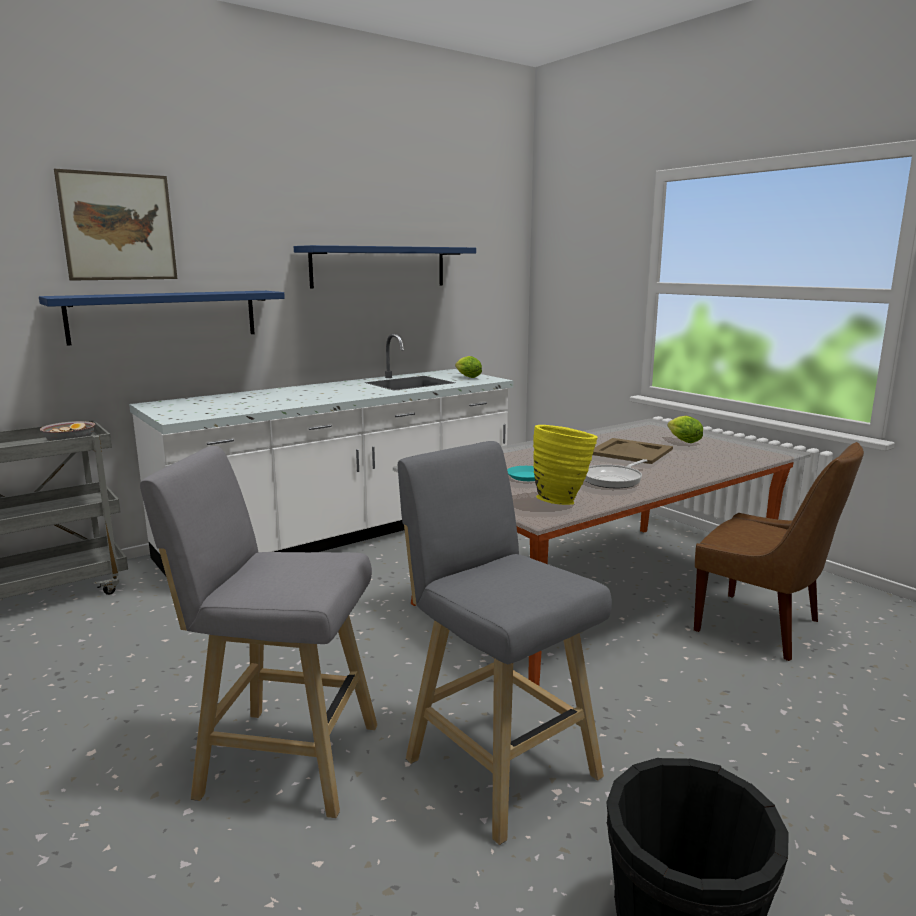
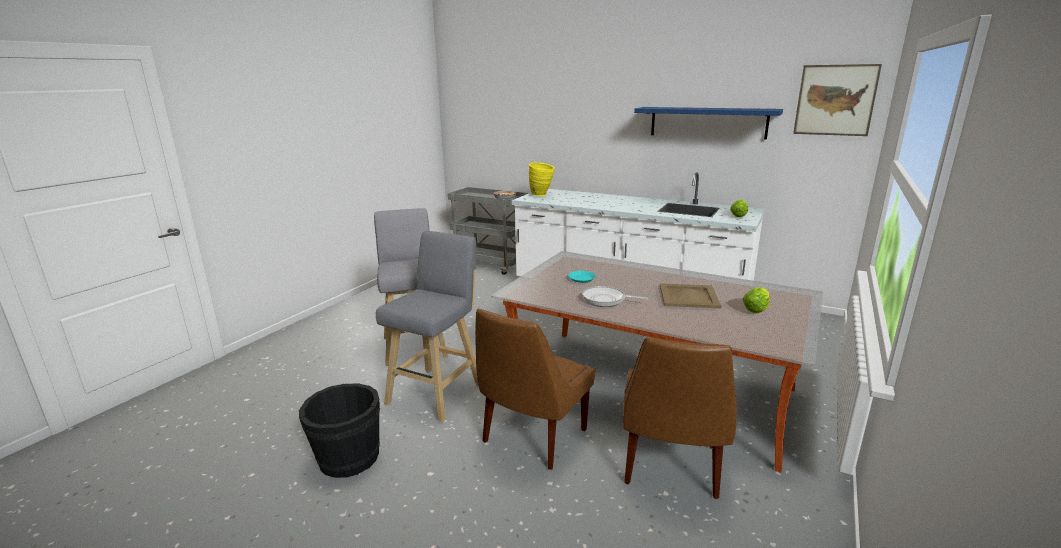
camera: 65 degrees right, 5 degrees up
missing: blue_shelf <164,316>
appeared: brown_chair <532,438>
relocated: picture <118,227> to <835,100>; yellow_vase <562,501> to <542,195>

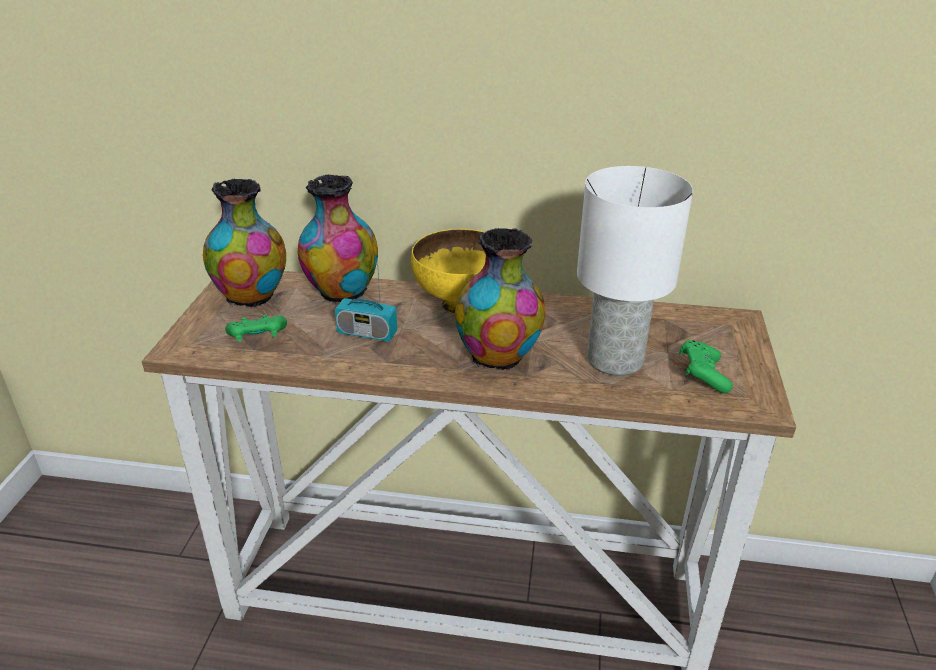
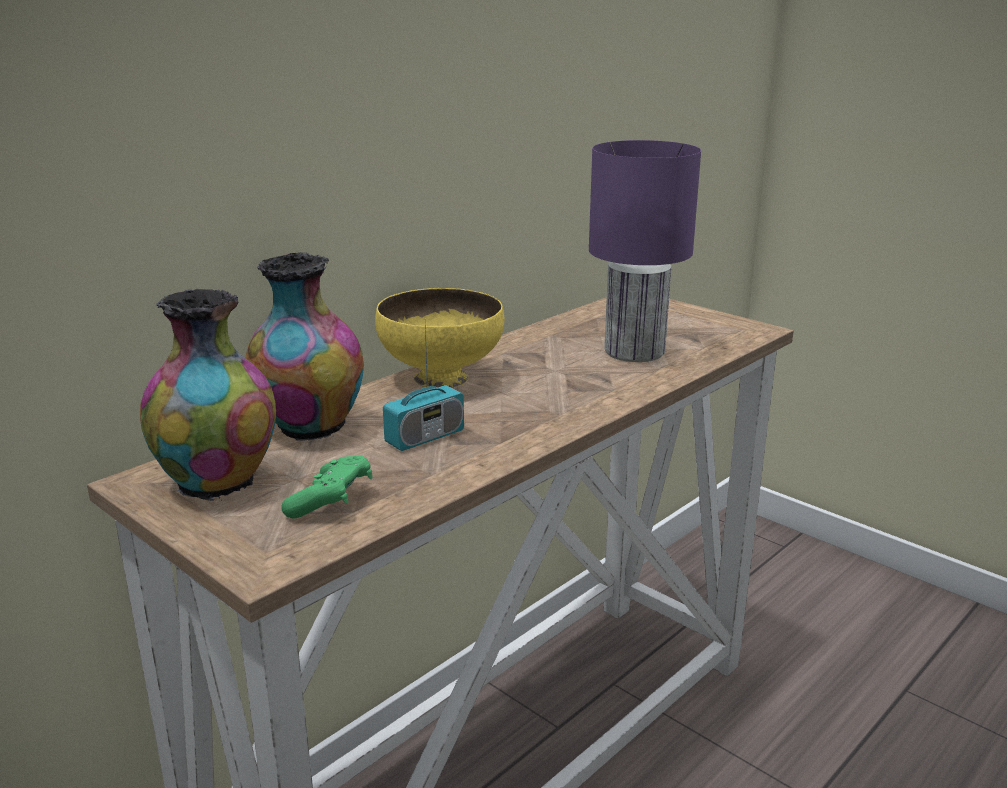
camera: 55 degrees left, 10 degrees down
missing: vase <499,357>; green_game_controller <702,375>
colour: white_table_lamp <613,359> to purple_table_lamp <632,351>

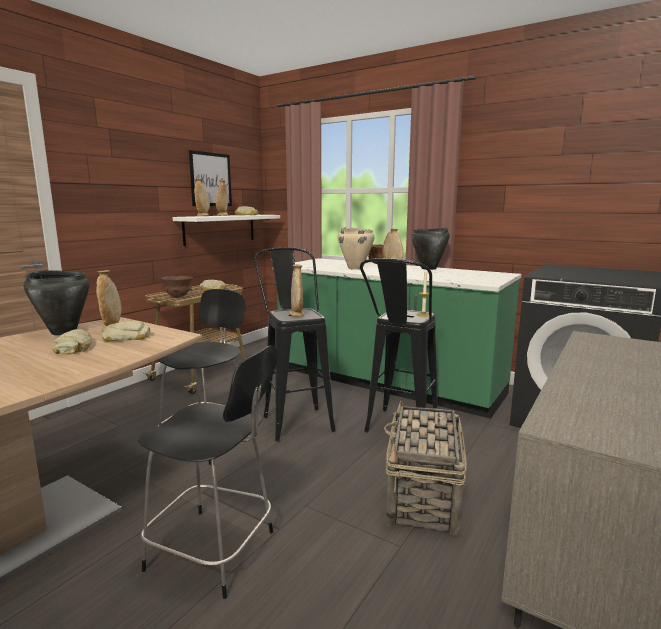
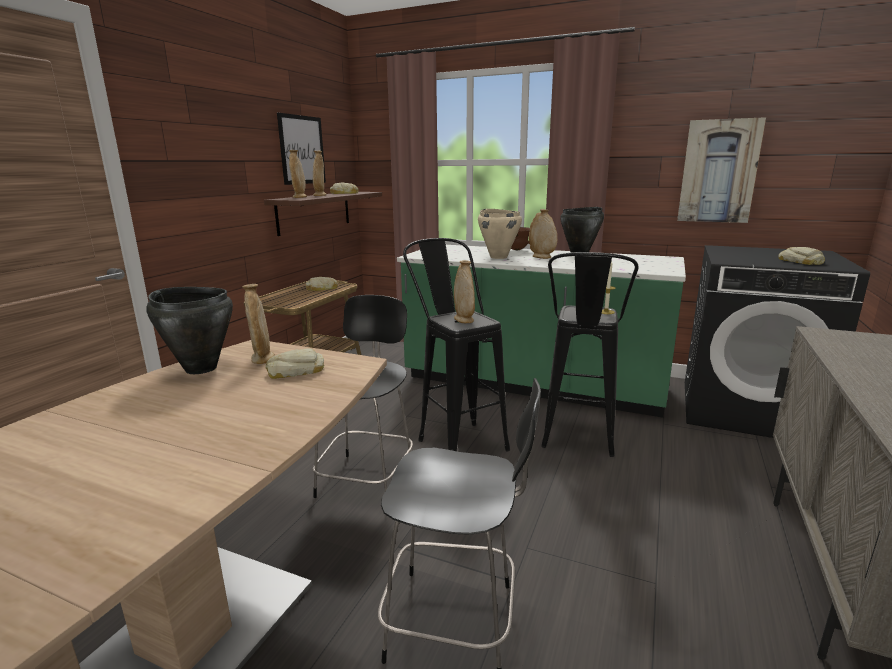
camera: 10 degrees left, 5 degrees up
missing: brown_bowl <178,297>; basket <423,496>
appeared: picture <718,171>
relocated: bread <75,348> to <800,261>
colour: white_shelf <220,229> to brown_shelf <314,212>

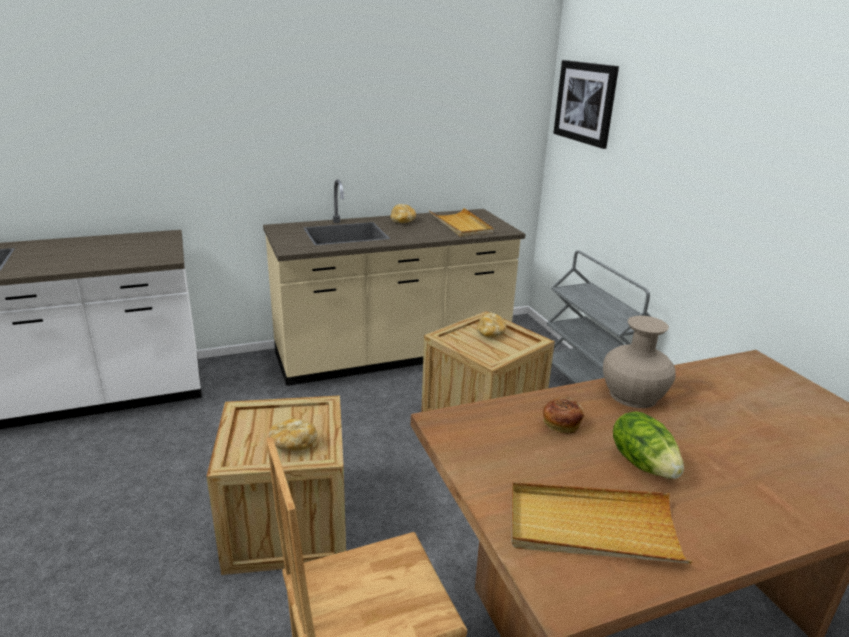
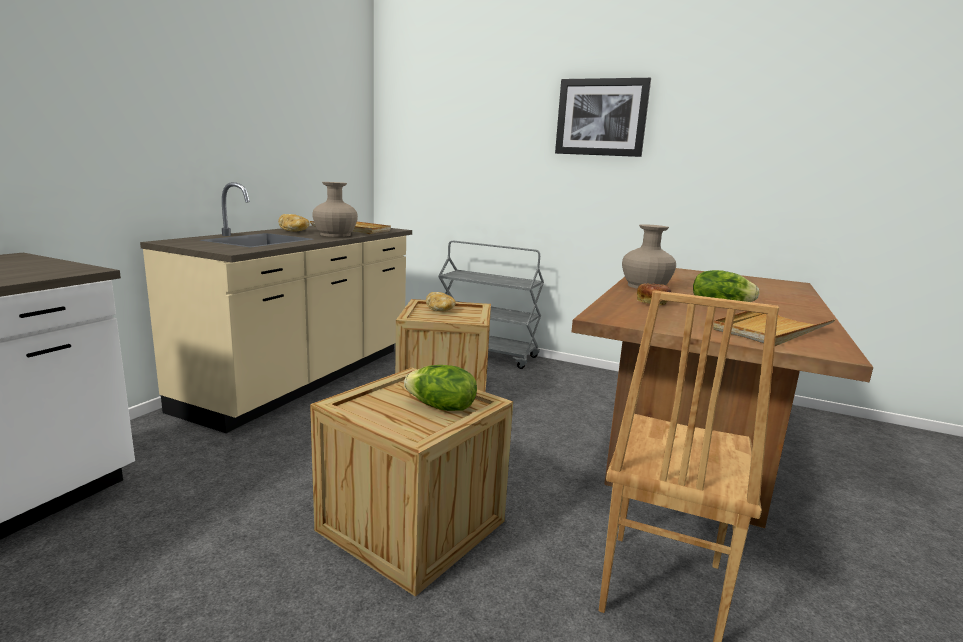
camera: 45 degrees left, 10 degrees down
appeared: beige_vase <335,234>
relocated: picture <585,102> to <601,117>
exchanged: bread <292,444> to lettuce <441,407>

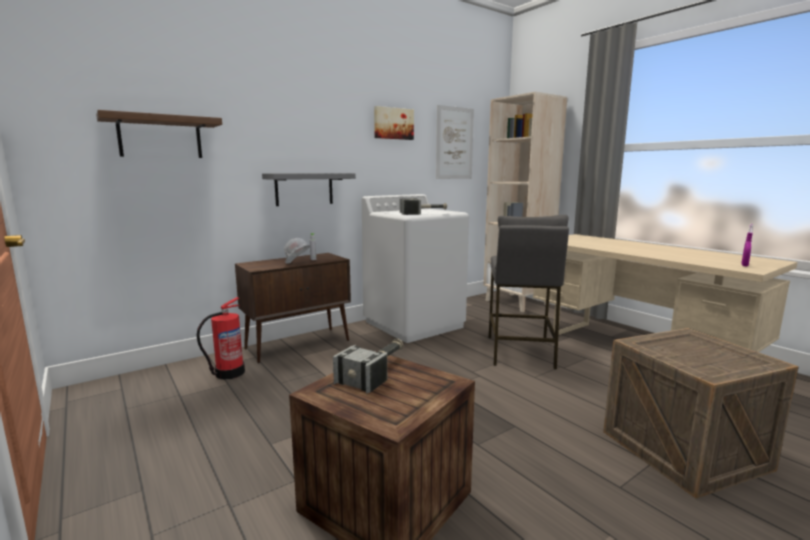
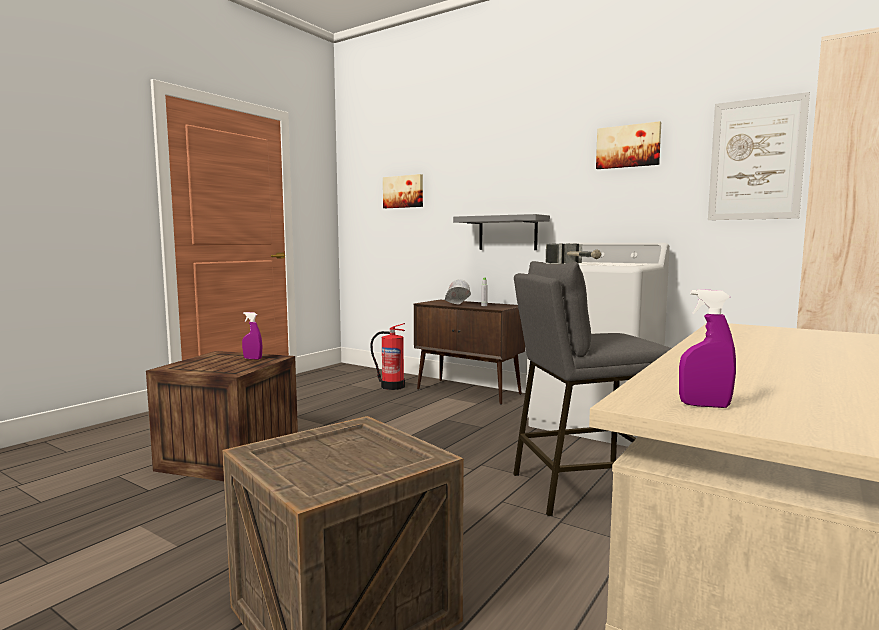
camera: 70 degrees right, 5 degrees down
exchanged: brown_shelf <160,137> to picture <403,191>; hammer <376,371> to purple_spray_bottle <252,358>

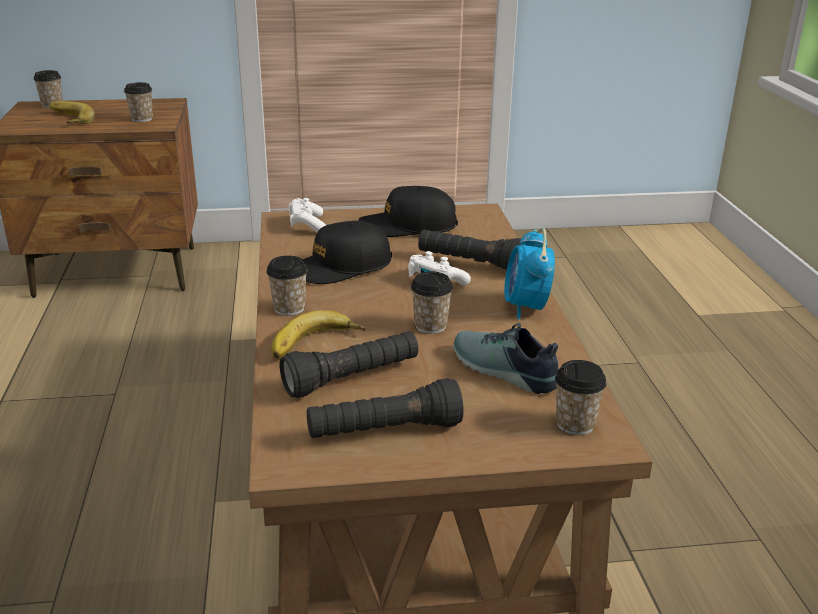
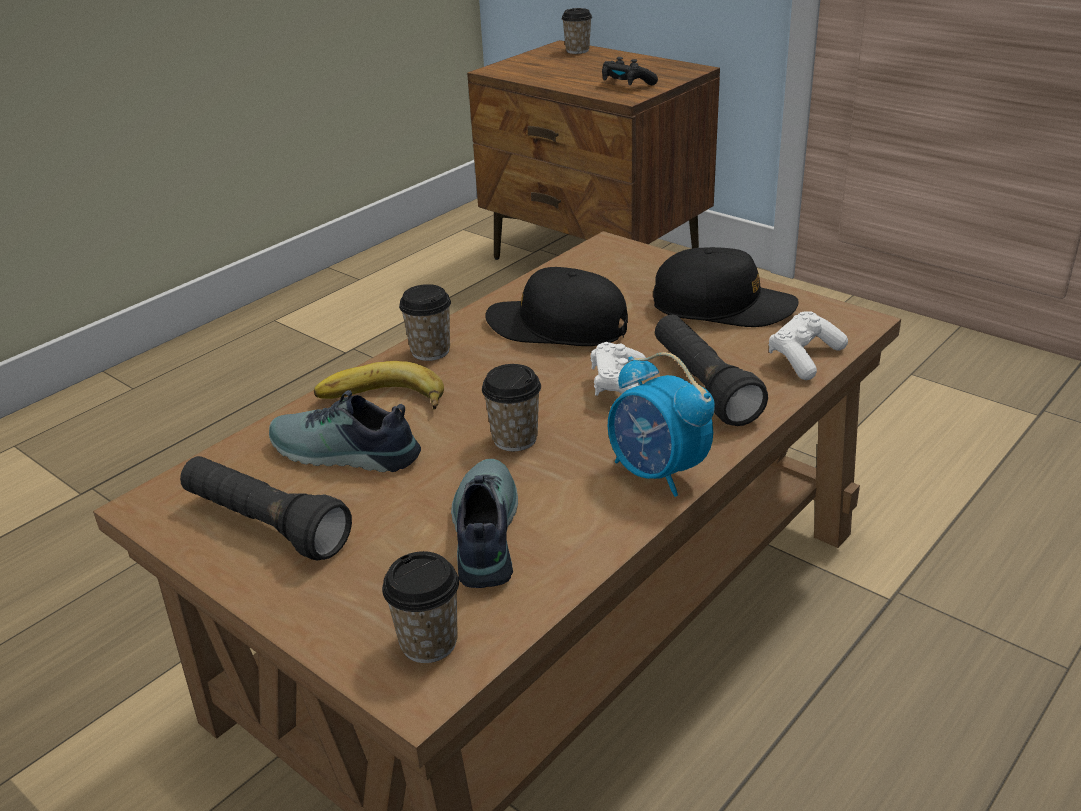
camera: 50 degrees right, 5 degrees up
missing: banana <67,119>
relocated: white_game_controller <307,225> to <804,358>
exchanged: cup <142,119> to black_game_controller <626,84>; black_flashlight <352,378> to shoe <343,454>
spun: black_cap <408,226> = <722,306> 150 degrees clockwise; alarm_clock <526,308> = <657,473> 90 degrees counterclockwise

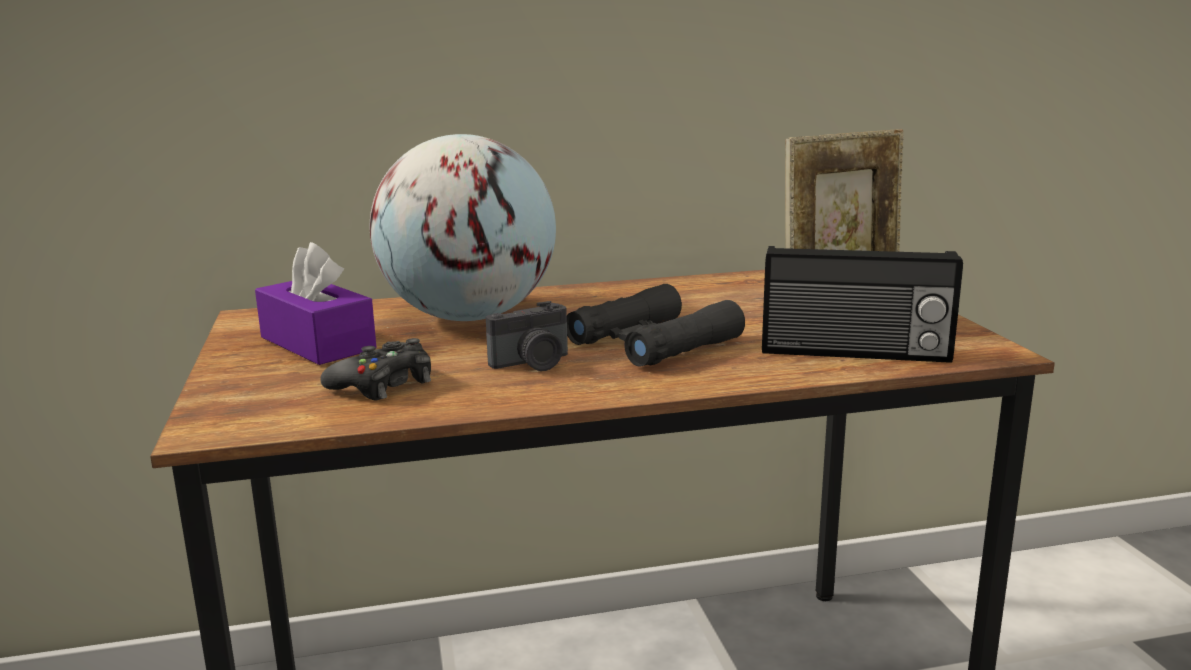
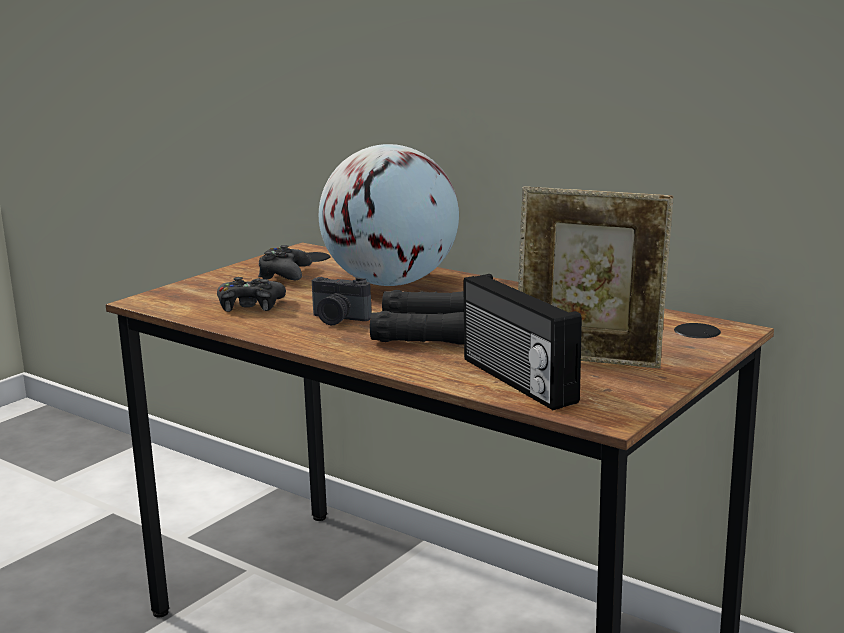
camera: 50 degrees right, 0 degrees up
exchanged: purple_tissue_box <317,343> to black_game_controller <284,274>

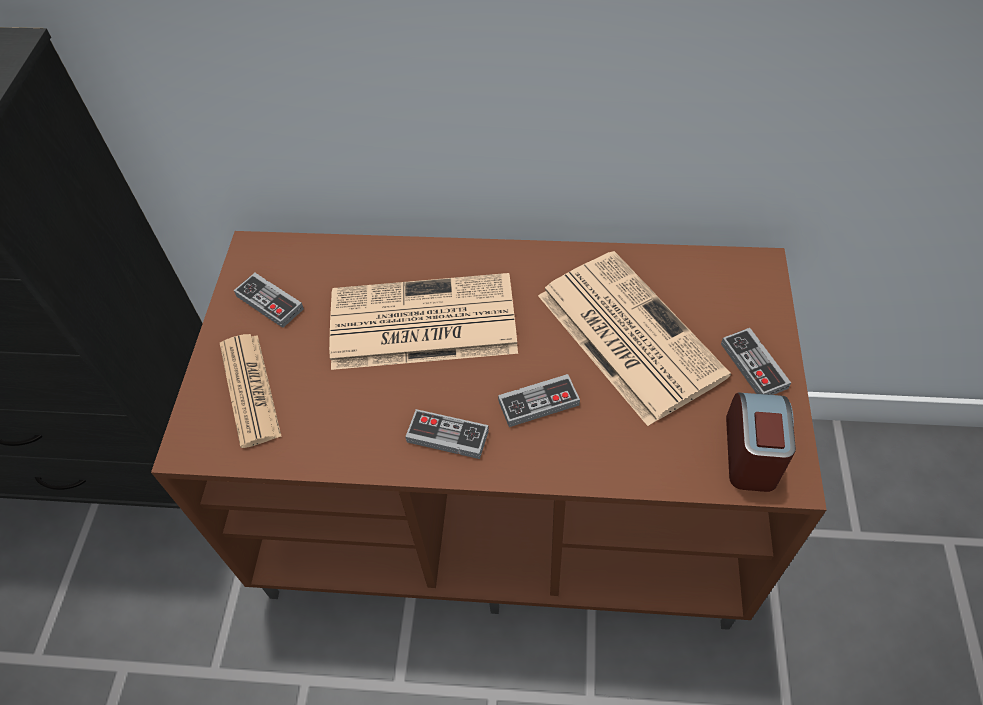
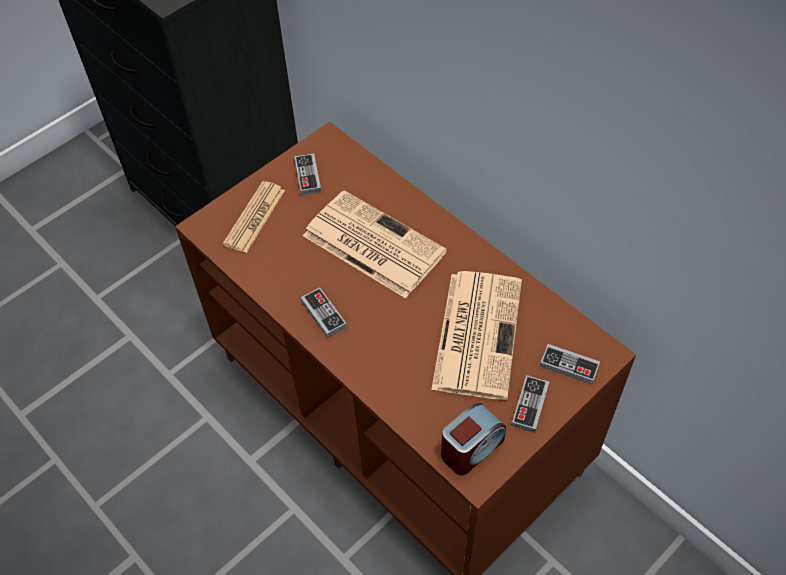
camera: 40 degrees right, 0 degrees up
relocated: game_controller <538,403> to <569,366>

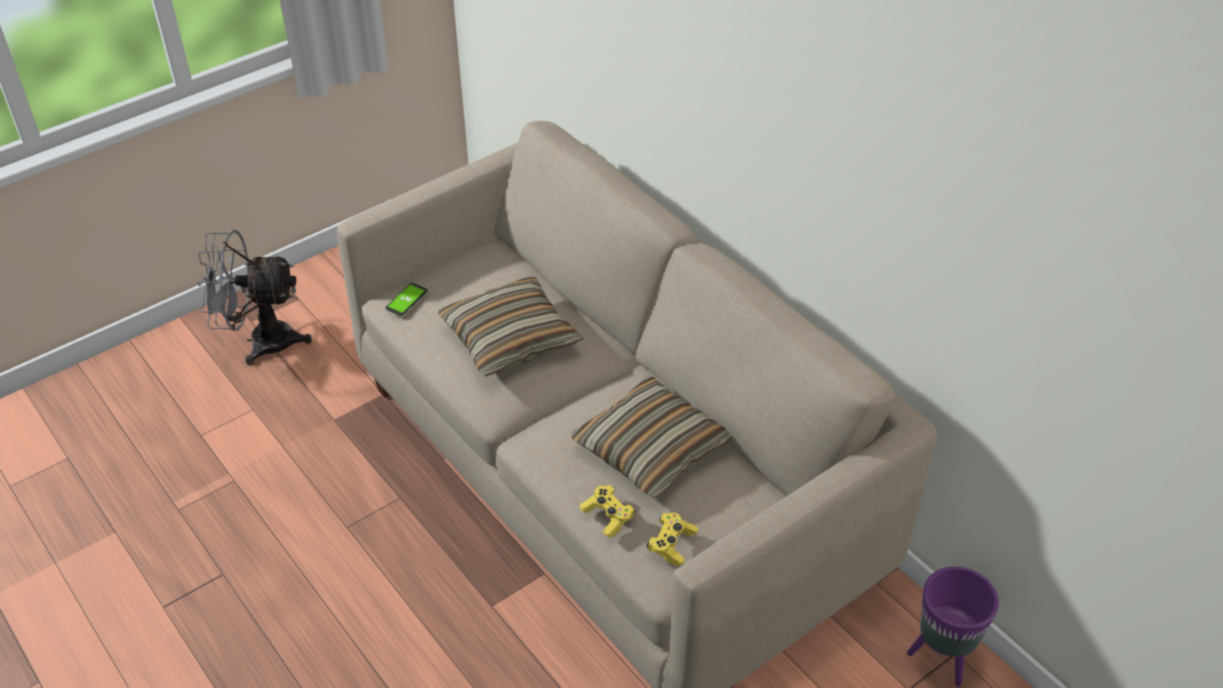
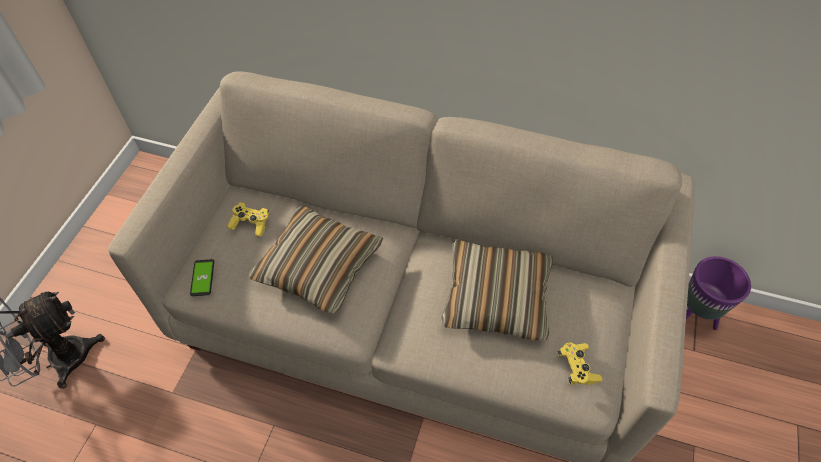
camera: 35 degrees left, 10 degrees up
relocated: yellow_game_controller <608,516> to <251,224>

